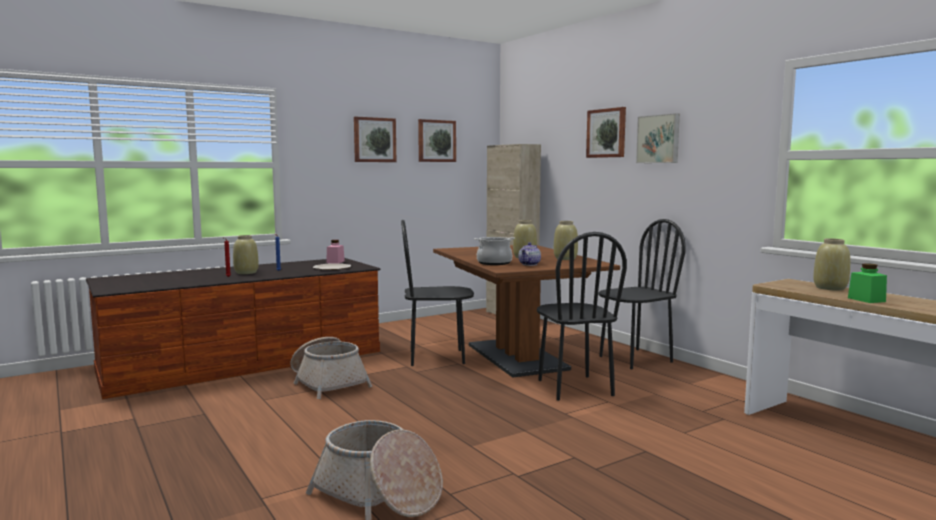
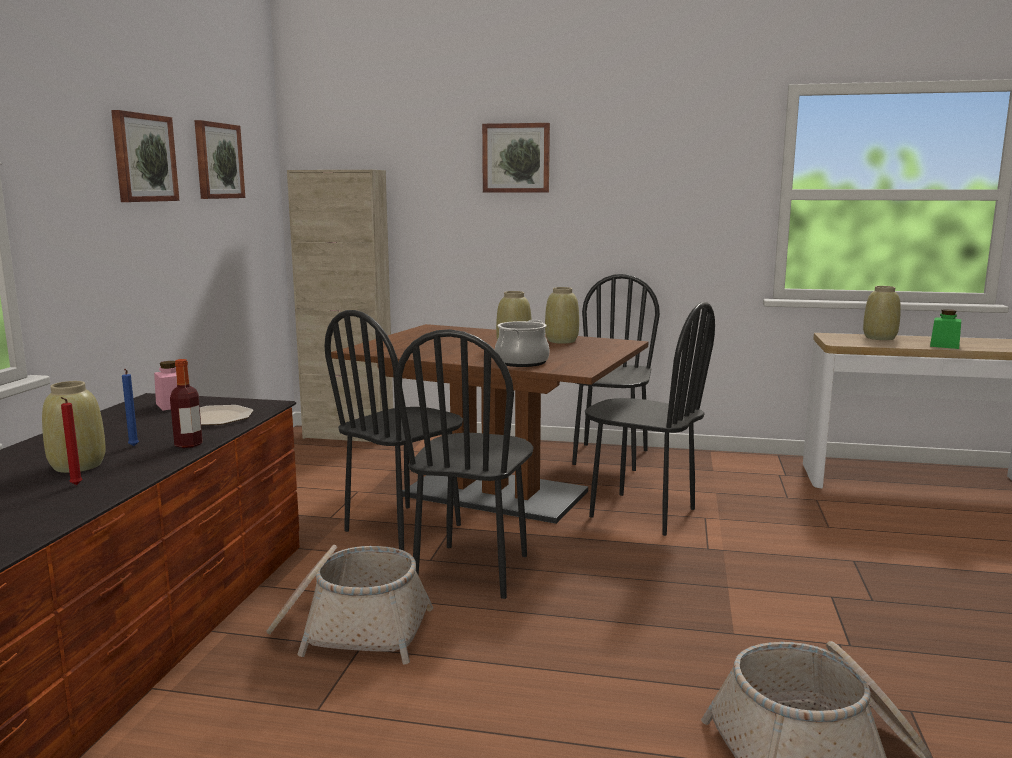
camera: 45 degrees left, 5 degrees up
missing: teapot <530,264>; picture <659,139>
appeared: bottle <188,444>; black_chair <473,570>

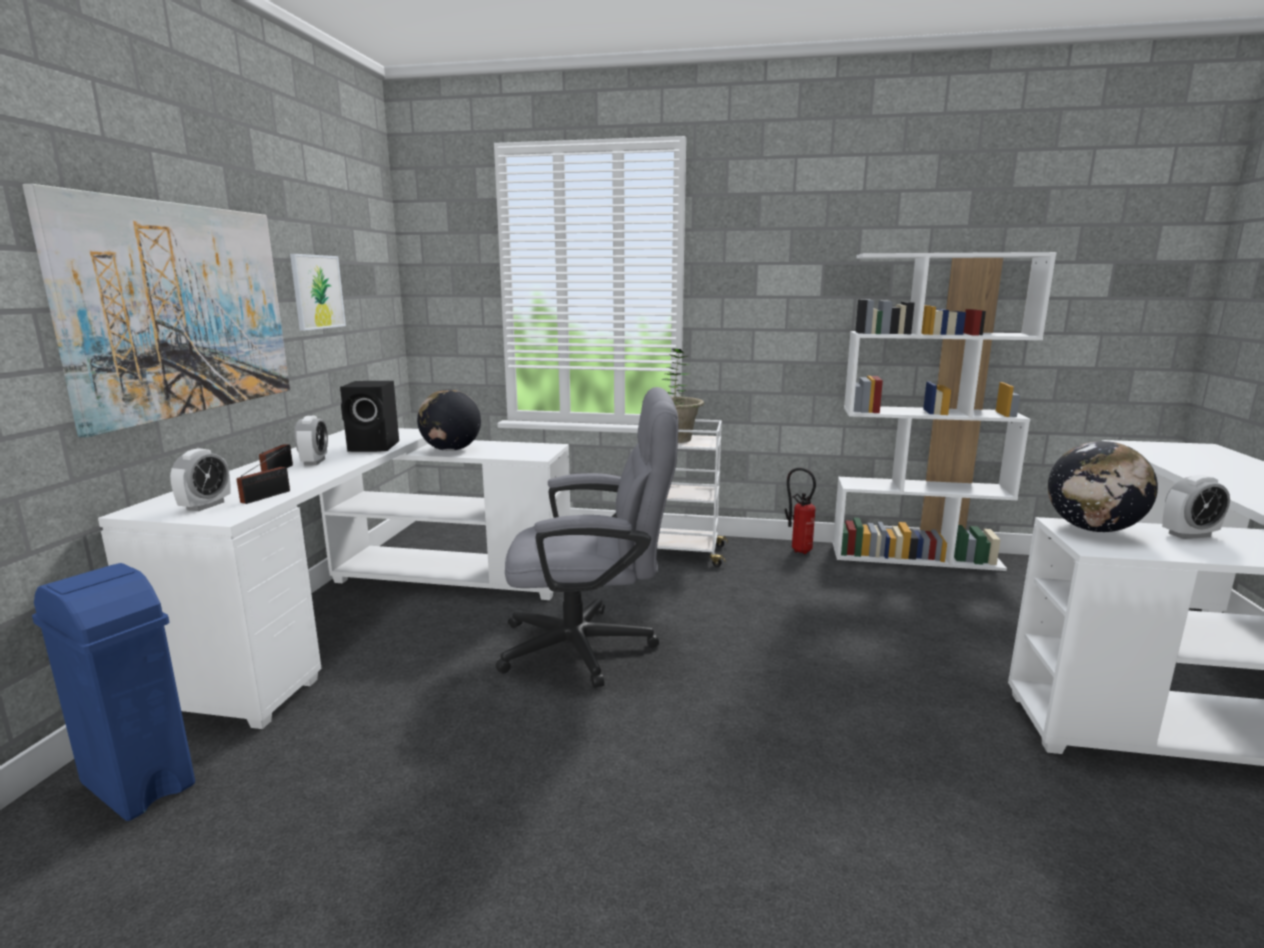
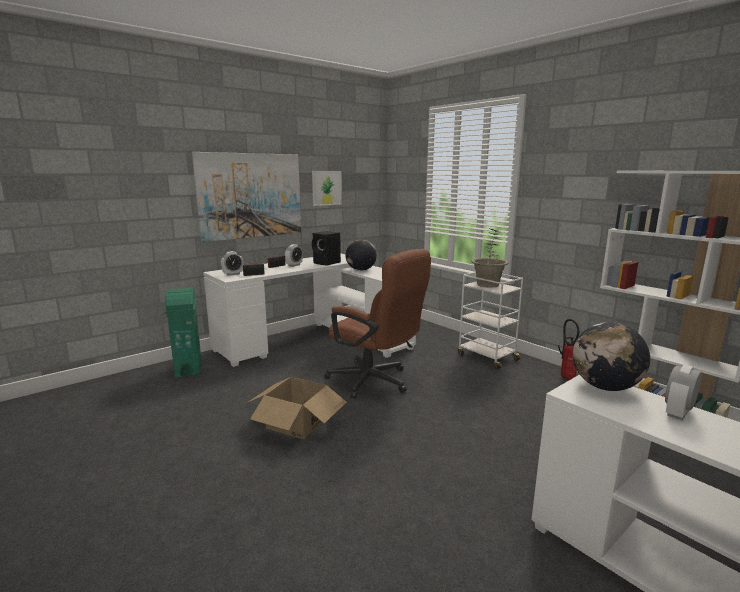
camera: 40 degrees right, 0 degrees up
appeared: cardboard_box <297,422>
colour: blue_trash_can <138,783> to green_trash_can <189,369>; grey_office_chair <592,646> to brown_office_chair <375,382>
spun: alarm_clock <1189,535> = <678,413> 105 degrees clockwise

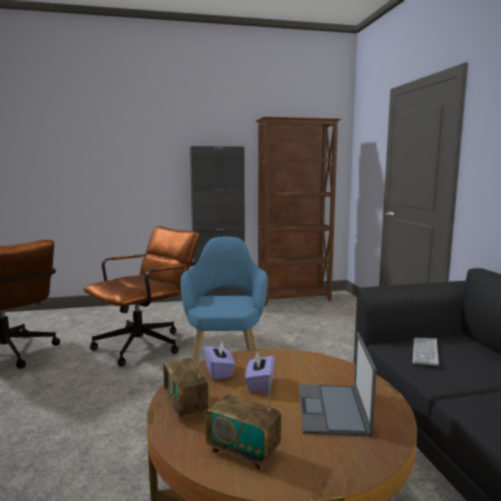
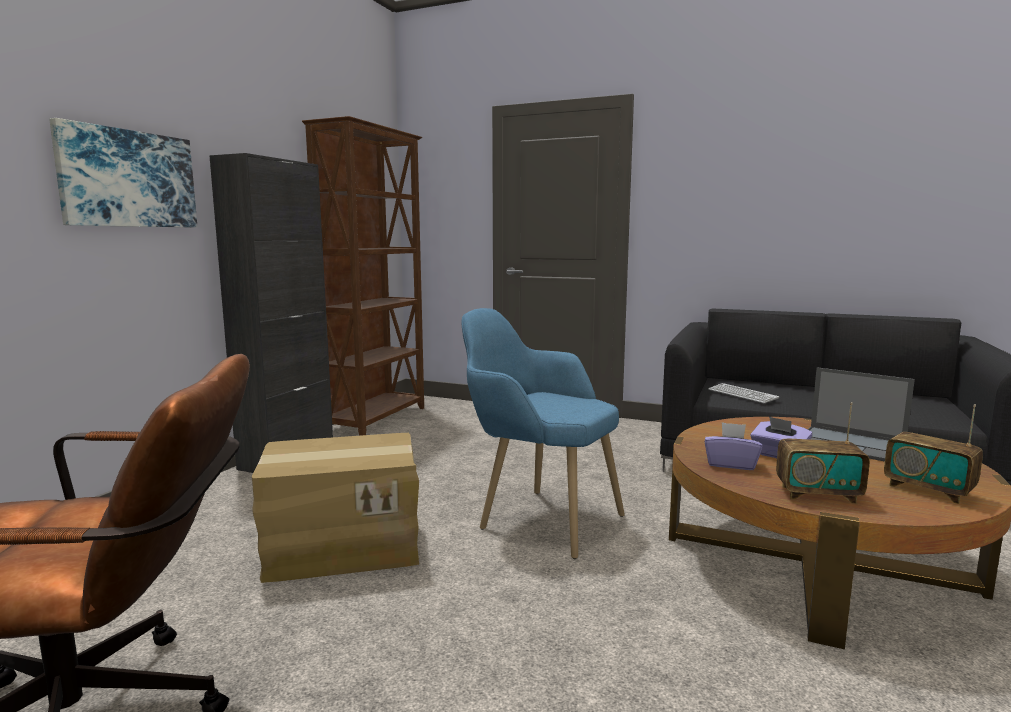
camera: 55 degrees left, 0 degrees up
appeared: picture <128,179>
exchanged: brown_office_chair <147,344> to cardboard_box <343,546>
spun: radio <243,451> = <928,490> 75 degrees clockwise

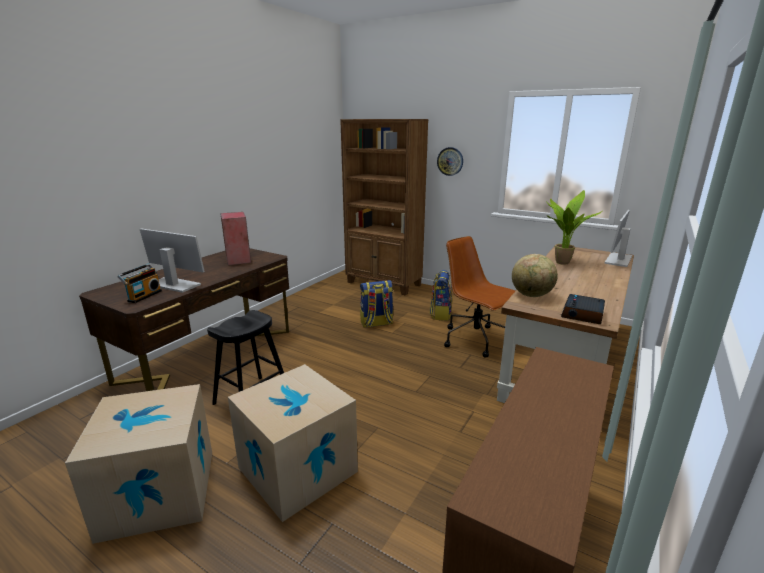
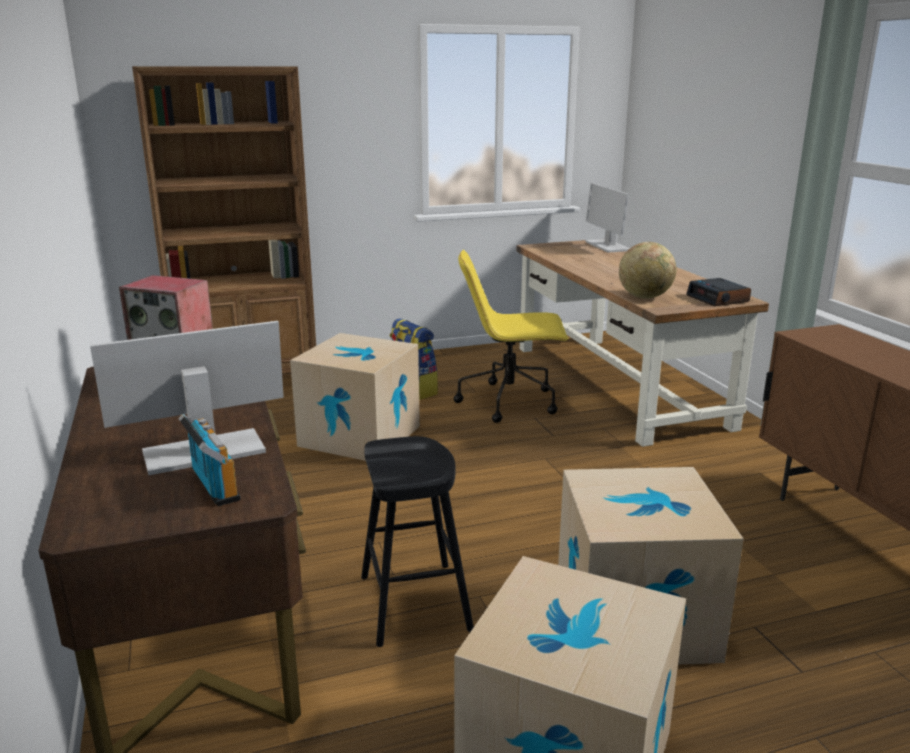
camera: 50 degrees left, 0 degrees up
missing: wall_clock <450,161>; potted_plant <560,262>
exchanged: backpack <376,323> to cardboard_box <360,436>
colour: brown_office_chair <476,340> to yellow_office_chair <510,402>

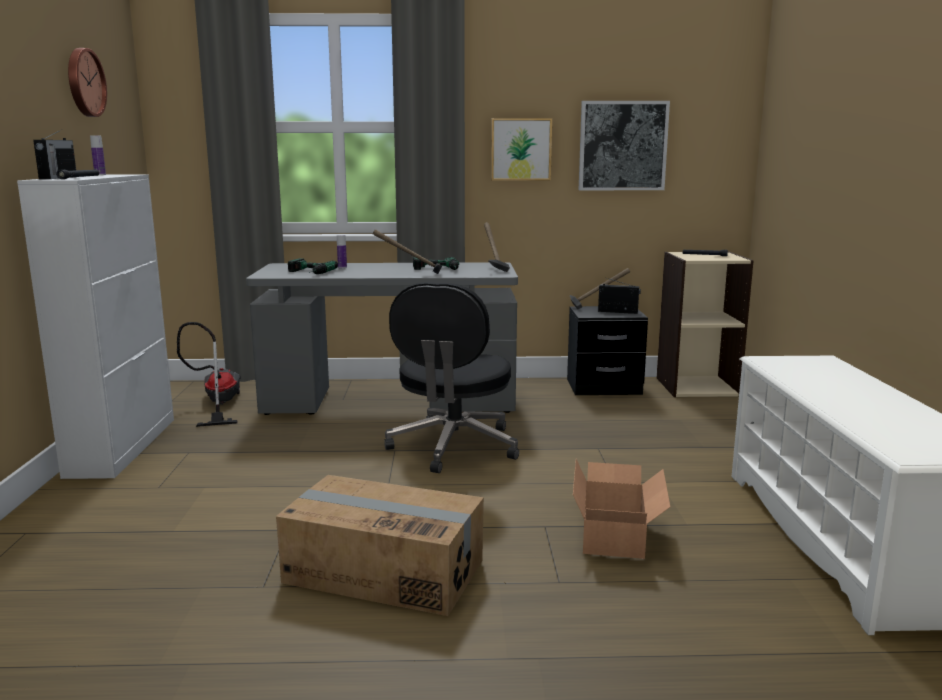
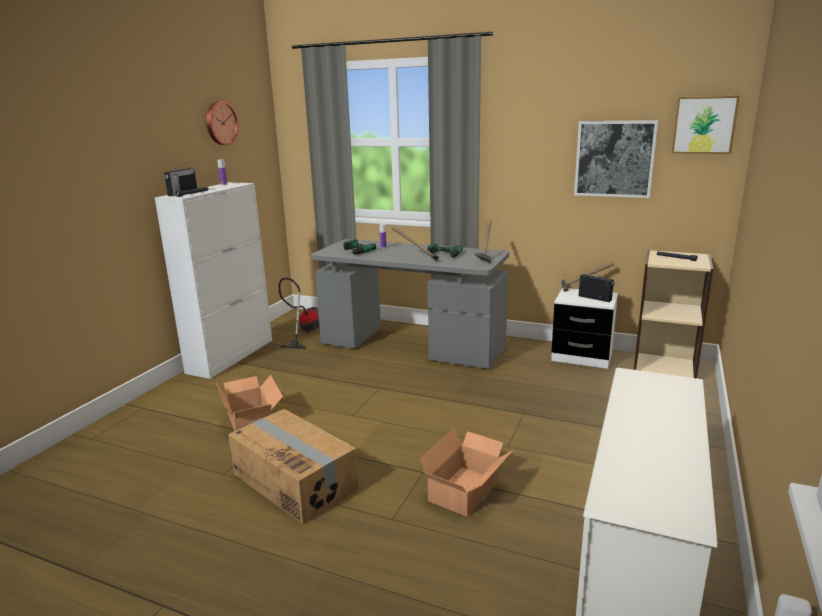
camera: 25 degrees right, 5 degrees up
missing: black_office_chair <453,447>
appeared: cardboard_box <252,420>
relocated: picture <520,149> to <704,125>
colour: black_nightstand <603,387> to white_nightstand <582,356>

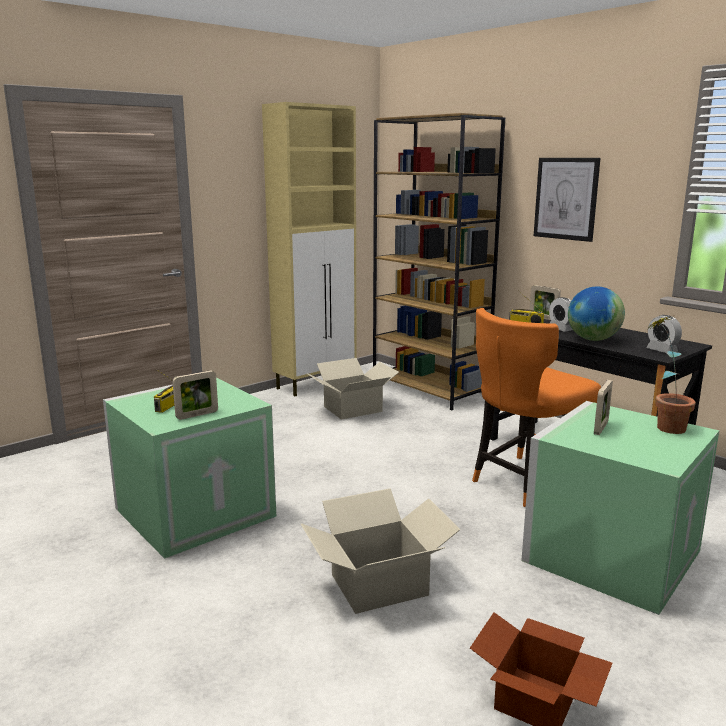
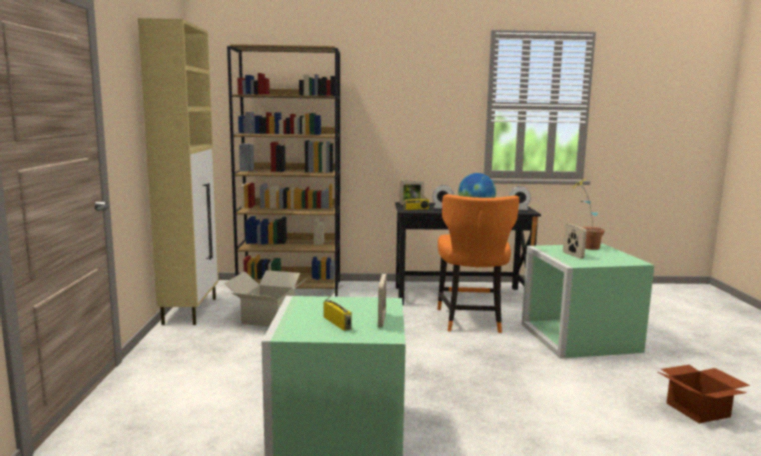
camera: 50 degrees left, 5 degrees down
missing: cardboard_box <380,585>; picture <566,198>

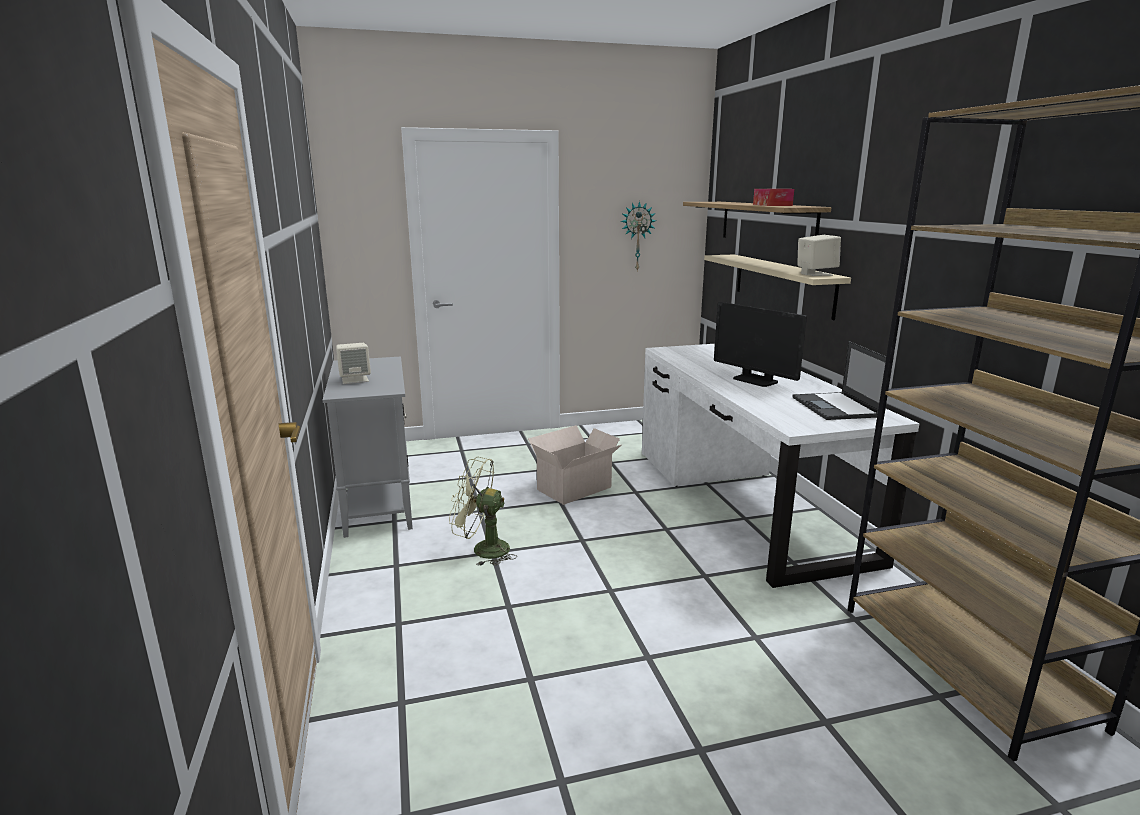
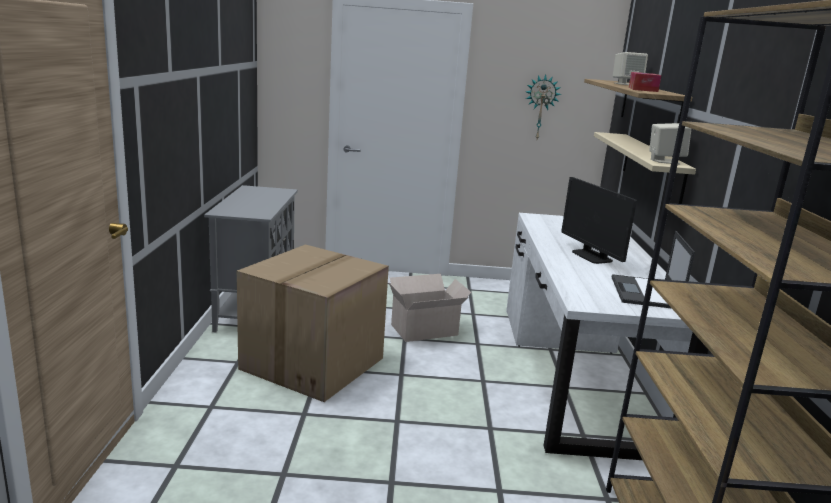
camera: 15 degrees right, 0 degrees up
relocated: beige_speaker <355,380> to <626,84>
exchanged: green_fan <482,550> to cardboard_box <313,364>

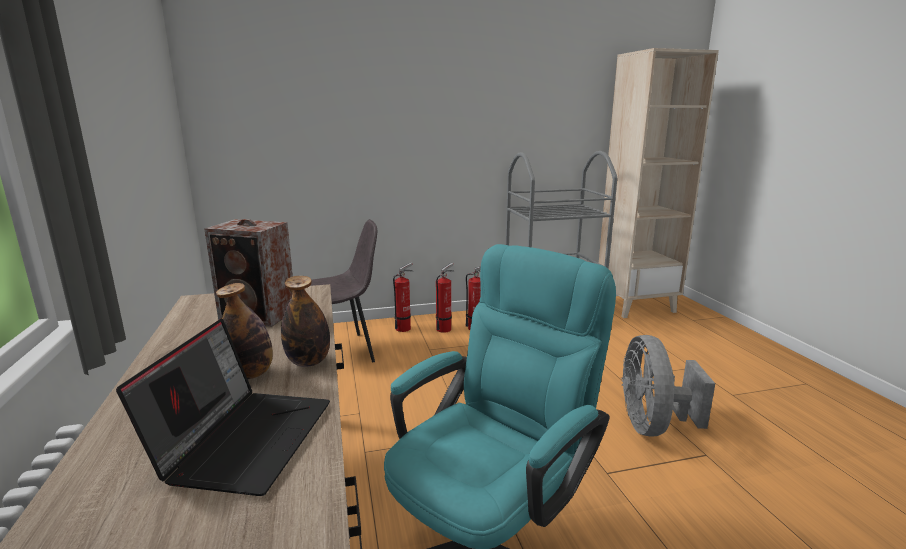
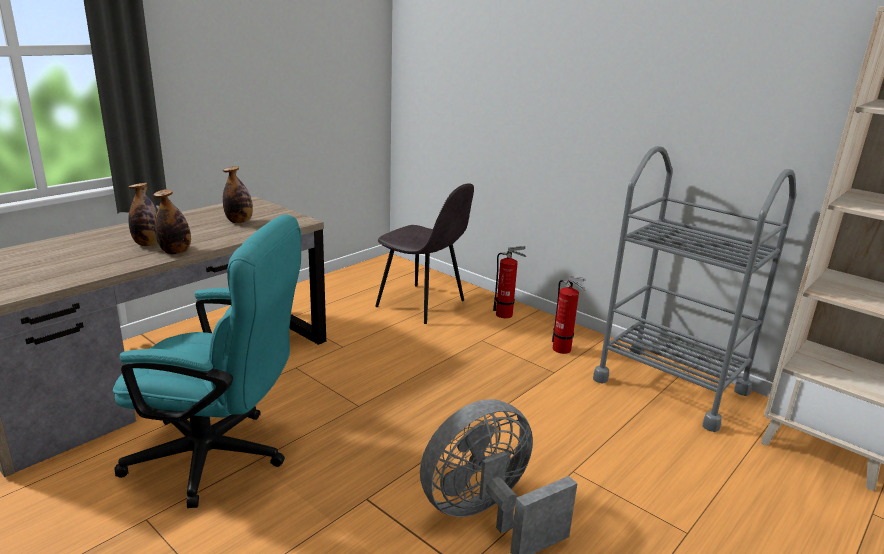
camera: 55 degrees right, 5 degrees up
missing: laptop <245,438>; fire_extinguisher <445,328>
exchanged: speaker <259,315> to bottle <239,221>

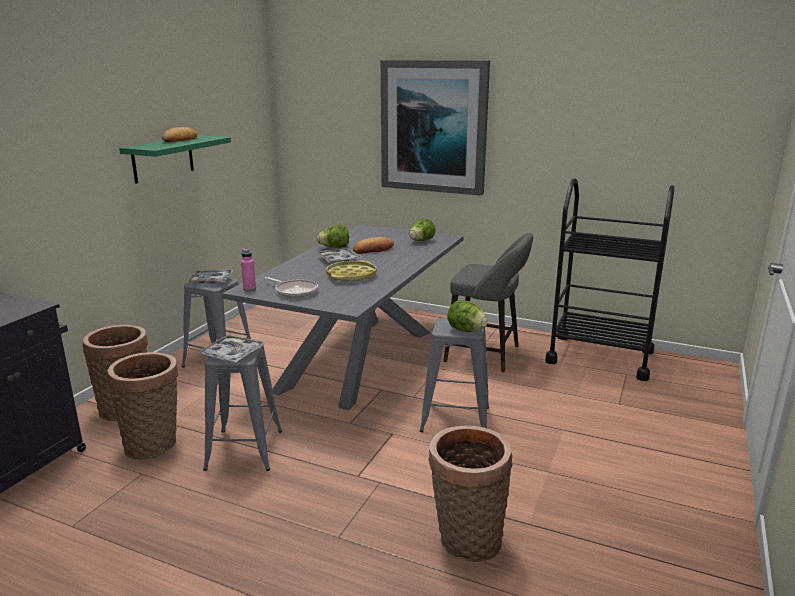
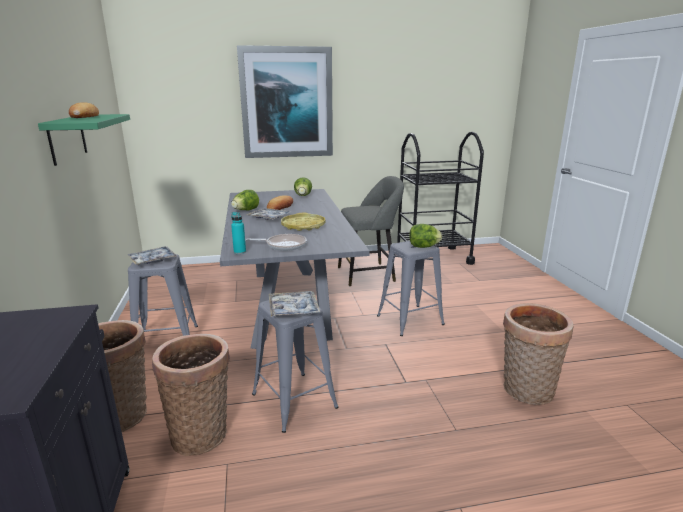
camera: 35 degrees left, 0 degrees up
colour: pink_bottle <249,289> to turquoise_bottle <240,252>

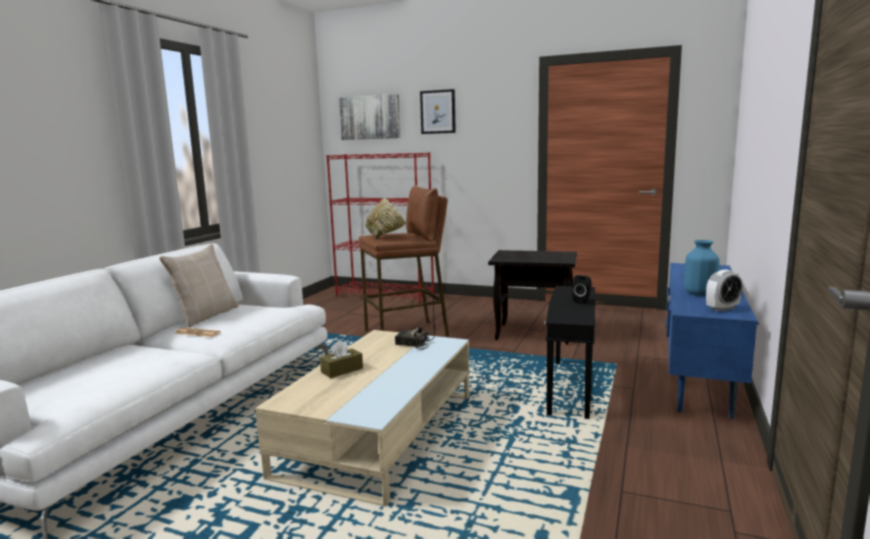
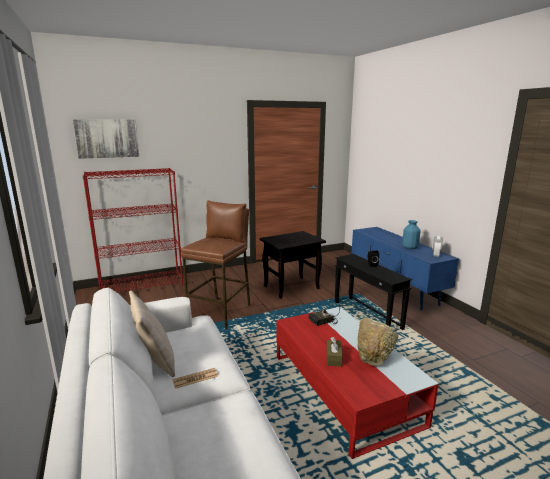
camera: 45 degrees left, 5 degrees up
missing: picture <438,112>
relocated: beige_bowl <388,237> to <373,358>
colour: beige_coffee_table <380,433> to red_coffee_table <343,388>

